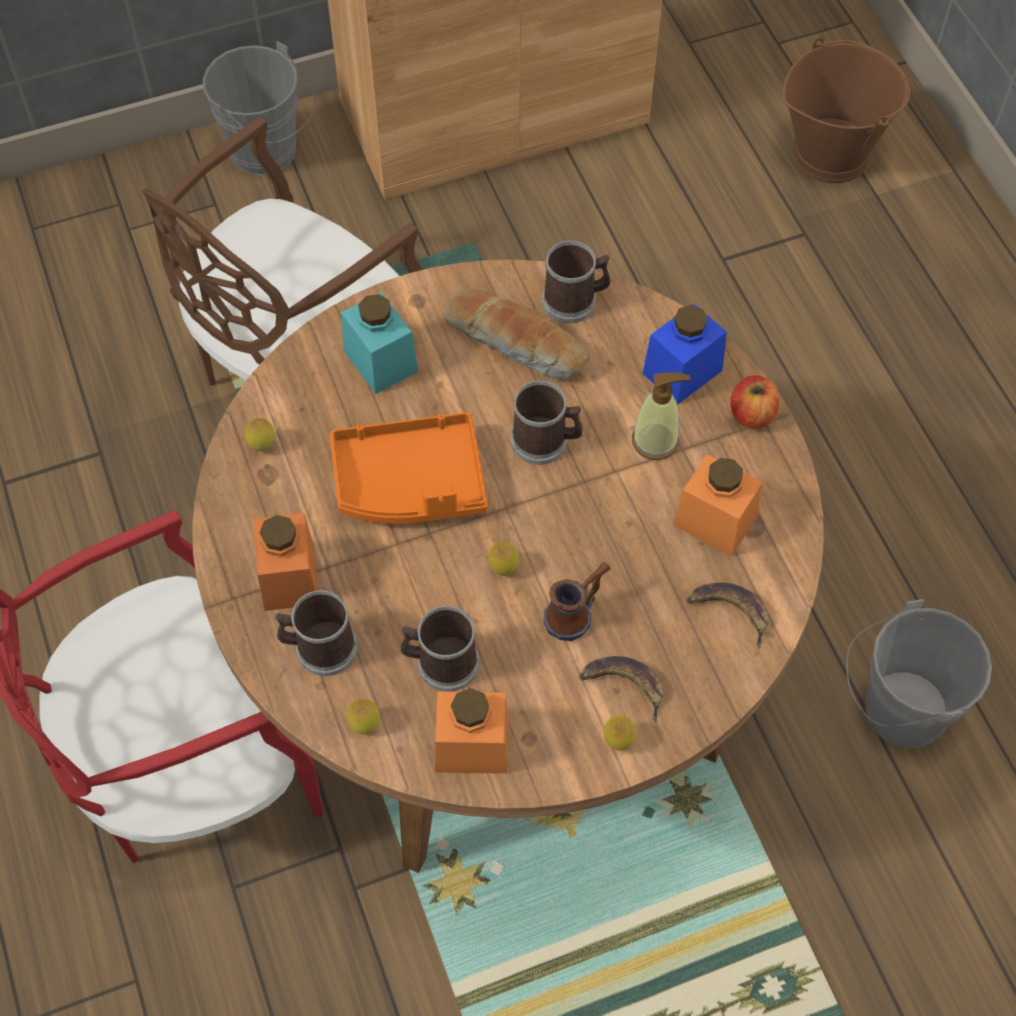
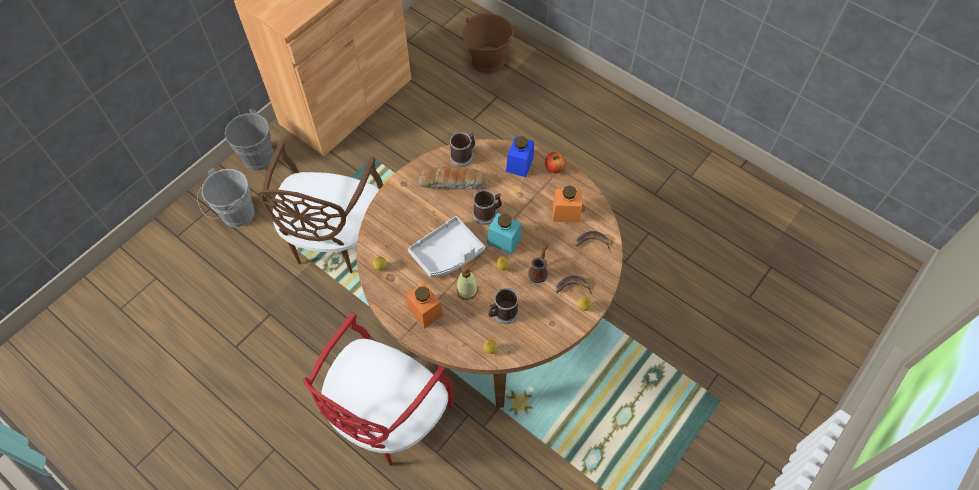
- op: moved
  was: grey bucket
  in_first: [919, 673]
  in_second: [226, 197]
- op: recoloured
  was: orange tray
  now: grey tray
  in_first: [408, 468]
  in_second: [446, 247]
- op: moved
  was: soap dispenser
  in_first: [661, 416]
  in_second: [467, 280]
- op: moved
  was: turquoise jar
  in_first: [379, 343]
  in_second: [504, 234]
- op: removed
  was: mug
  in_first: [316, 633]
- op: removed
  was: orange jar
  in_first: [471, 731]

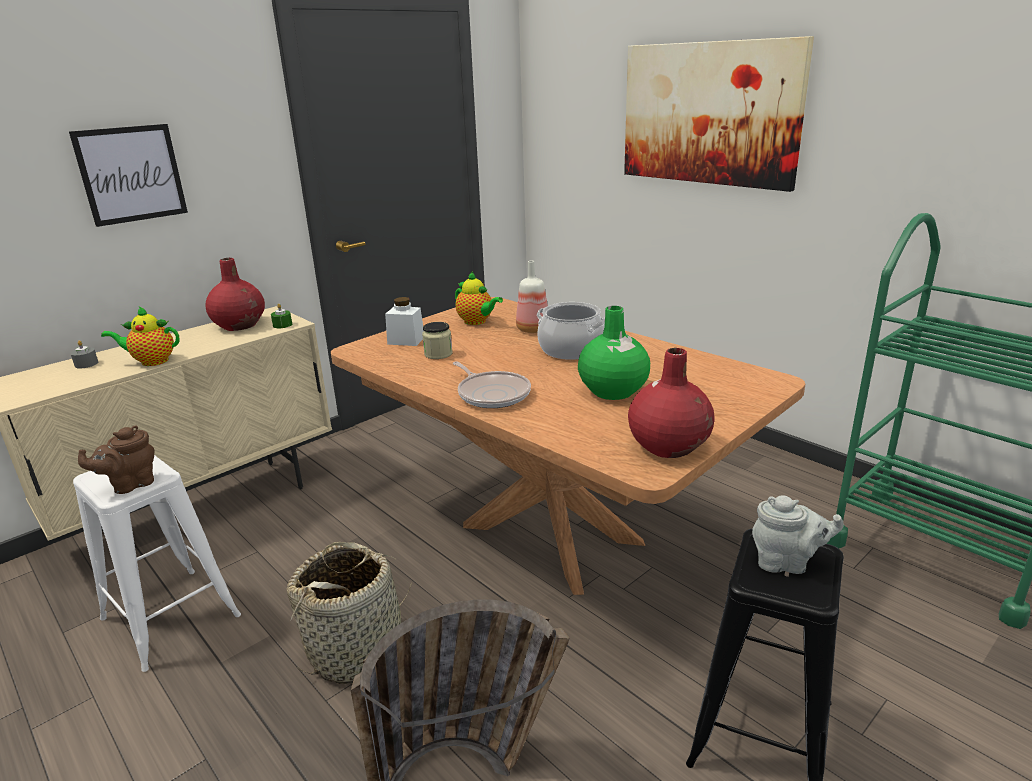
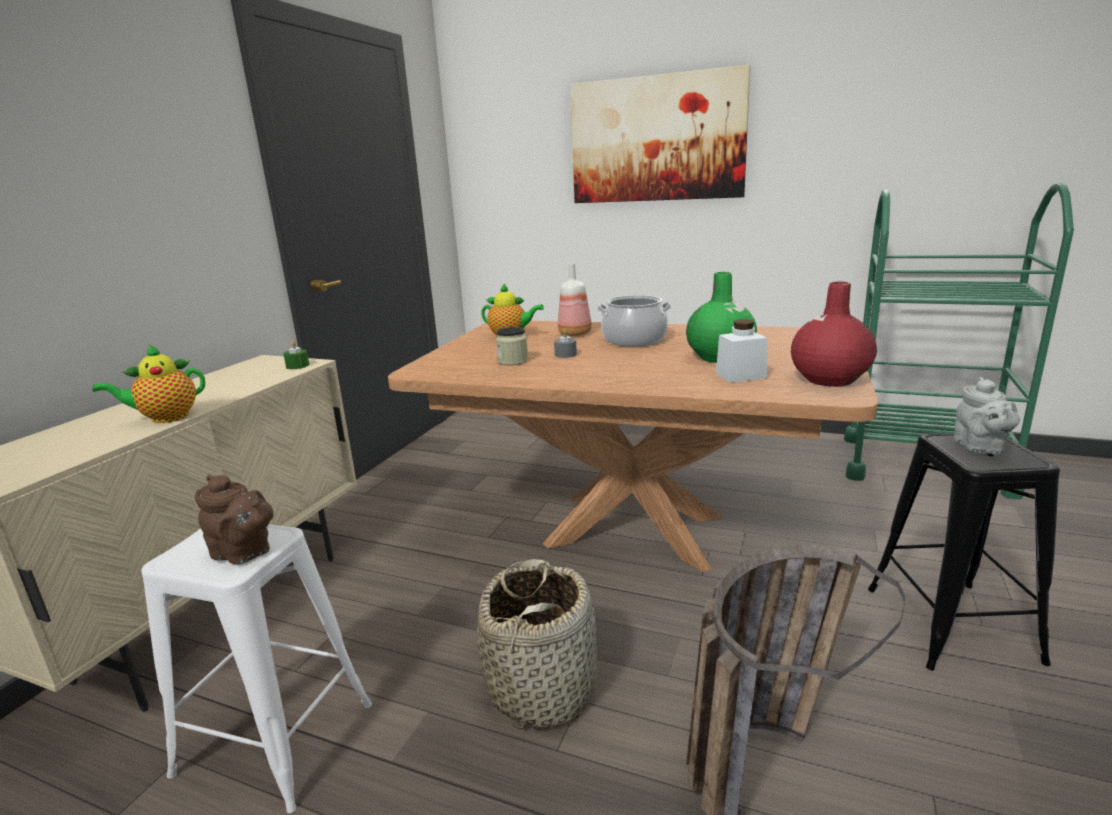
- op: turned
  was: brown teapot
  in_first: [116, 459]
  in_second: [234, 519]
  clockwise: -90
- op: moved
  was: grey candle
  in_first: [84, 354]
  in_second: [565, 343]
- op: moved
  was: white jar
  in_first: [404, 321]
  in_second: [741, 351]
- op: turned
  was: grey teapot
  in_first: [798, 534]
  in_second: [986, 416]
  clockwise: 105
- op: removed
  was: picture
  in_first: [128, 175]
- op: removed
  was: red vase
  in_first: [235, 294]
- op: removed
  was: frying pan
  in_first: [492, 384]

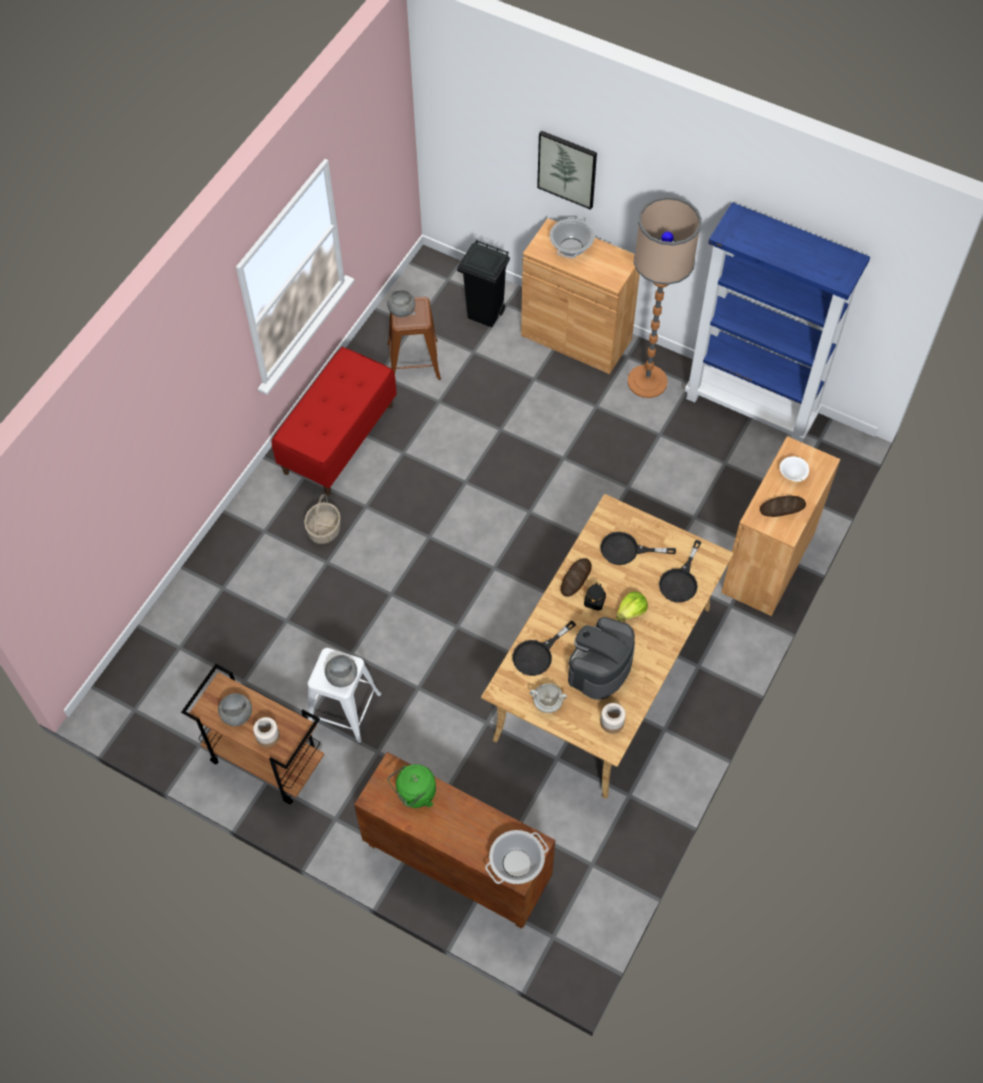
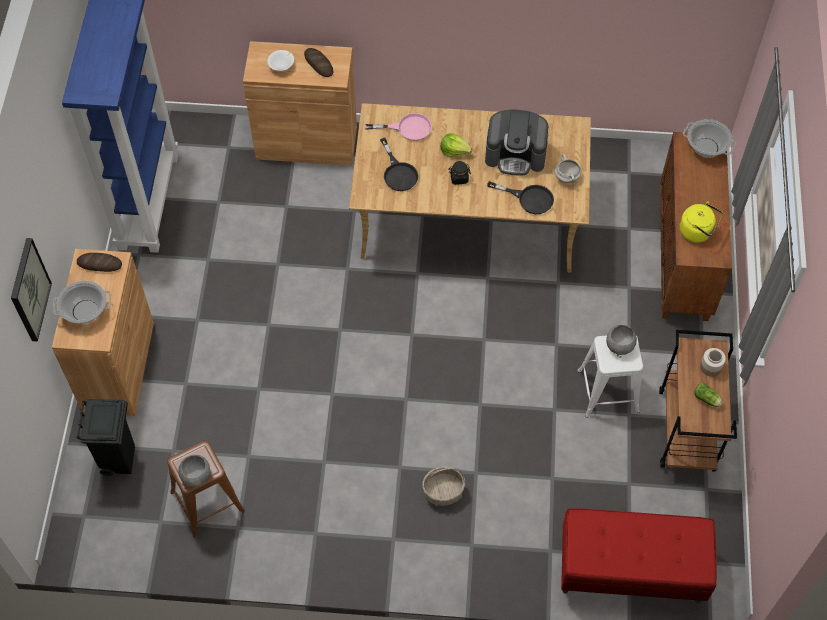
- op: moved
  was: bread
  in_first: [576, 577]
  in_second: [99, 262]
- op: recoloured
  was: black frying pan
  now: pink frying pan
  in_first: [680, 571]
  in_second: [398, 127]
- op: moved
  was: red bench
  in_first: [334, 421]
  in_second: [639, 556]
- op: recoloured
  was: green kettle
  now: yellow kettle
  in_first: [411, 786]
  in_second: [701, 222]
- op: replaced
  was: grey bowl
  now: lettuce
  in_first: [235, 709]
  in_second: [708, 395]
- op: removed
  was: jar
  in_first: [613, 718]
- op: removed
  was: floor lamp
  in_first: [664, 297]

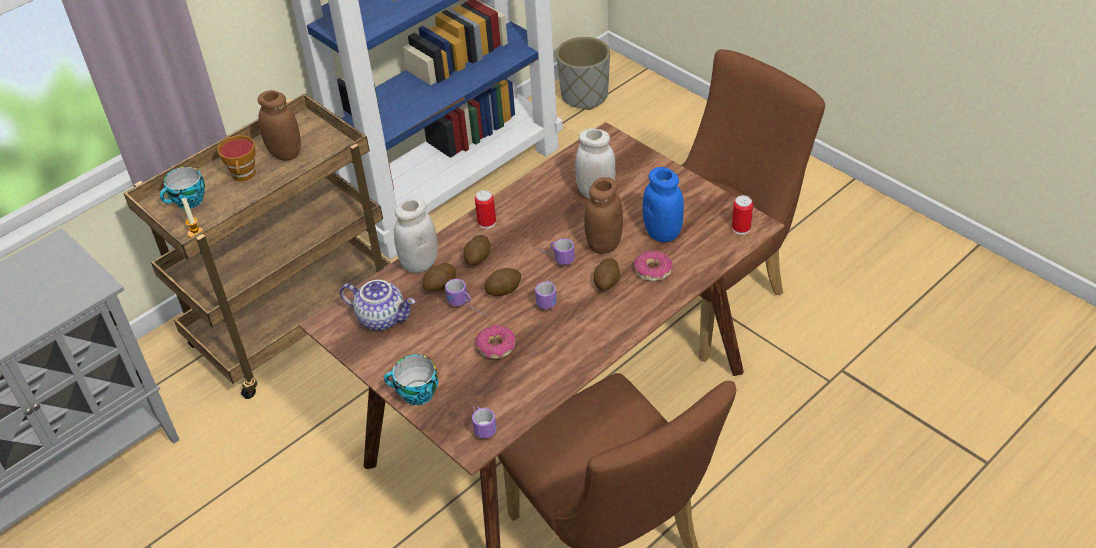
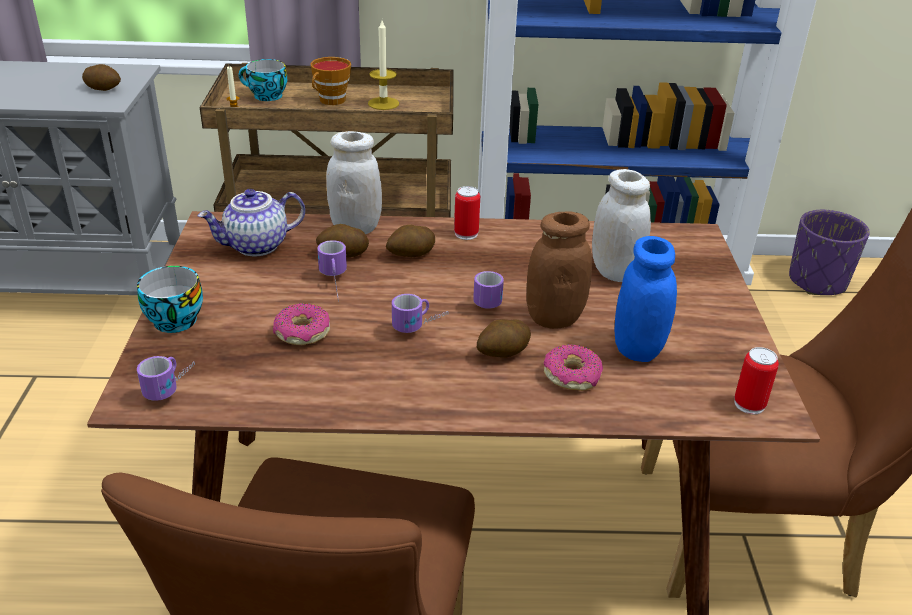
- op: moved
  was: potato
  in_first: [503, 282]
  in_second: [101, 77]
- op: turned
  was: teapot
  in_first: [377, 305]
  in_second: [251, 222]
  clockwise: 90
- op: replaced
  was: brown jar
  now: candle
  in_first: [279, 125]
  in_second: [383, 65]
- op: recoloured
  was: grey planter
  now: purple planter
  in_first: [583, 73]
  in_second: [829, 252]

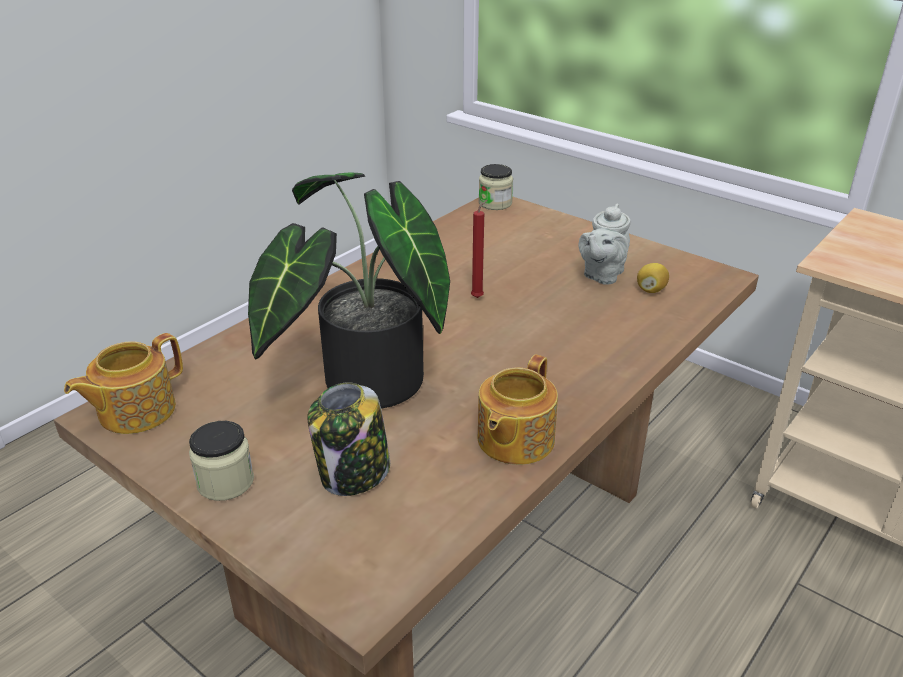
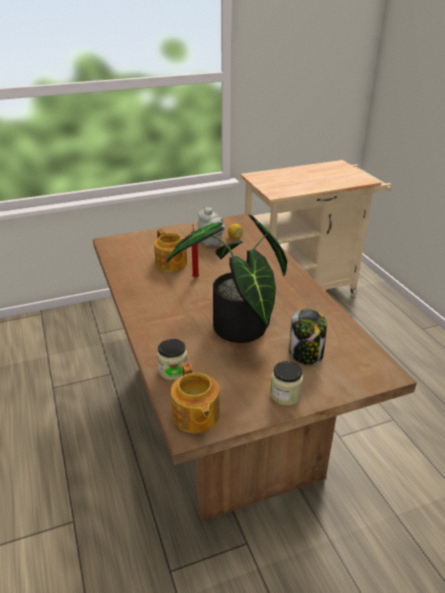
- op: moved
  was: teapot
  in_first: [517, 410]
  in_second: [170, 250]
- op: moved
  was: jar
  in_first: [495, 187]
  in_second: [172, 359]

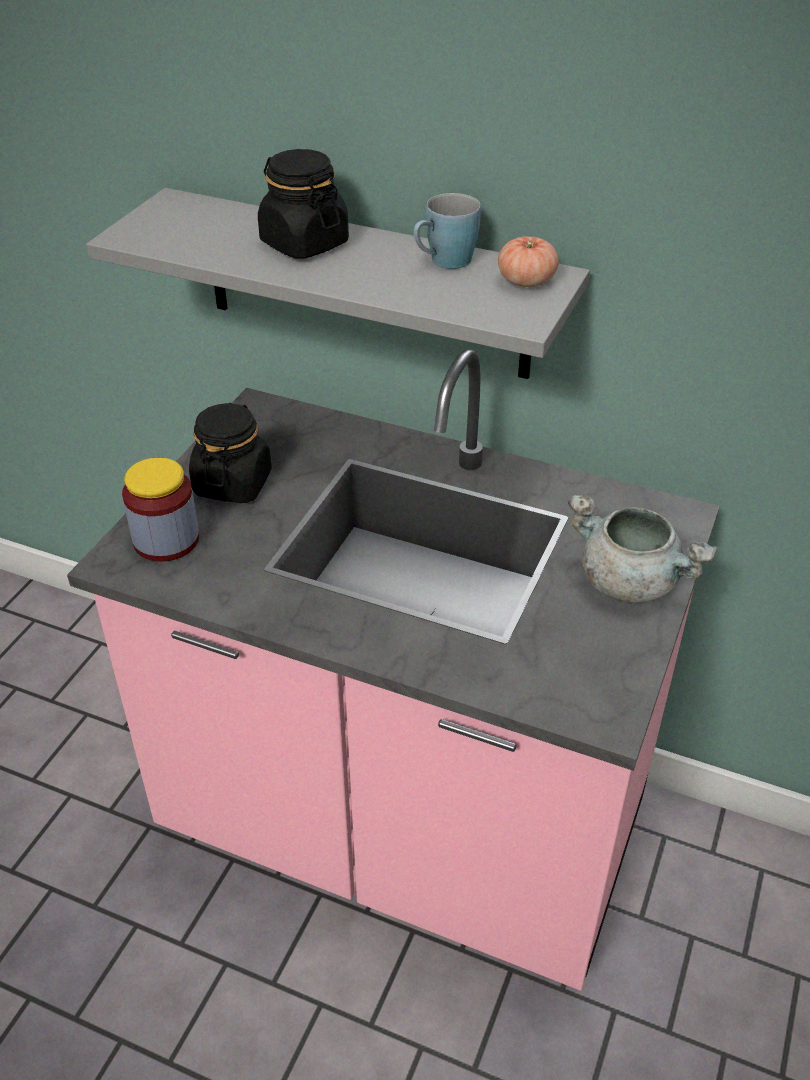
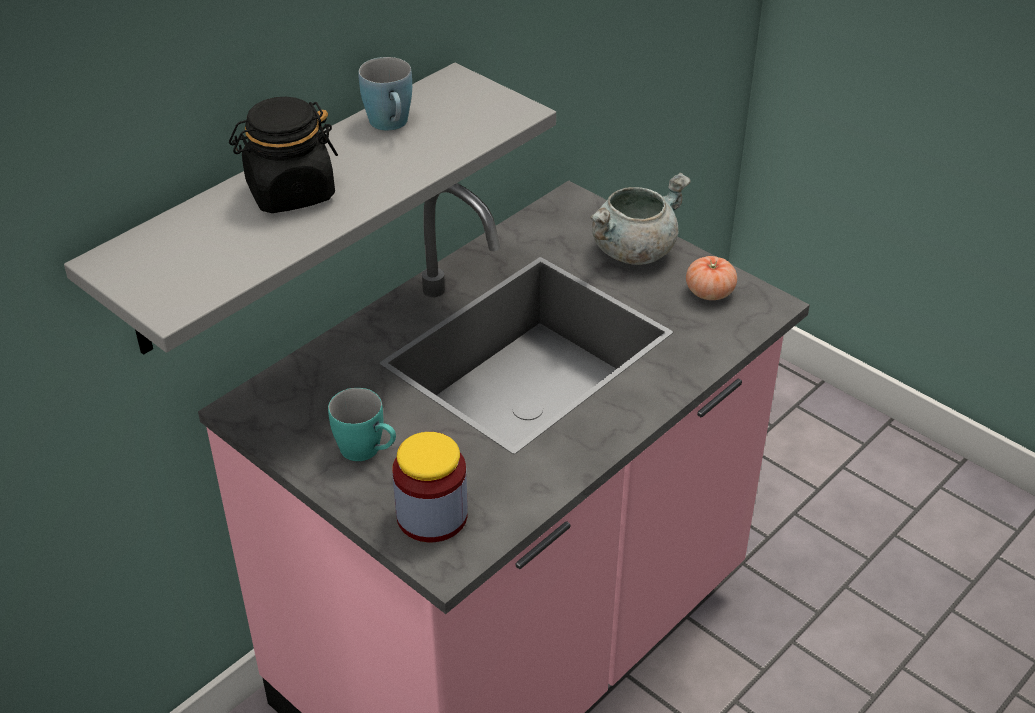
- op: replaced
  was: black jar
  now: turquoise mug
  in_first: [230, 452]
  in_second: [362, 424]
- op: moved
  was: tomato
  in_first: [528, 261]
  in_second: [711, 278]

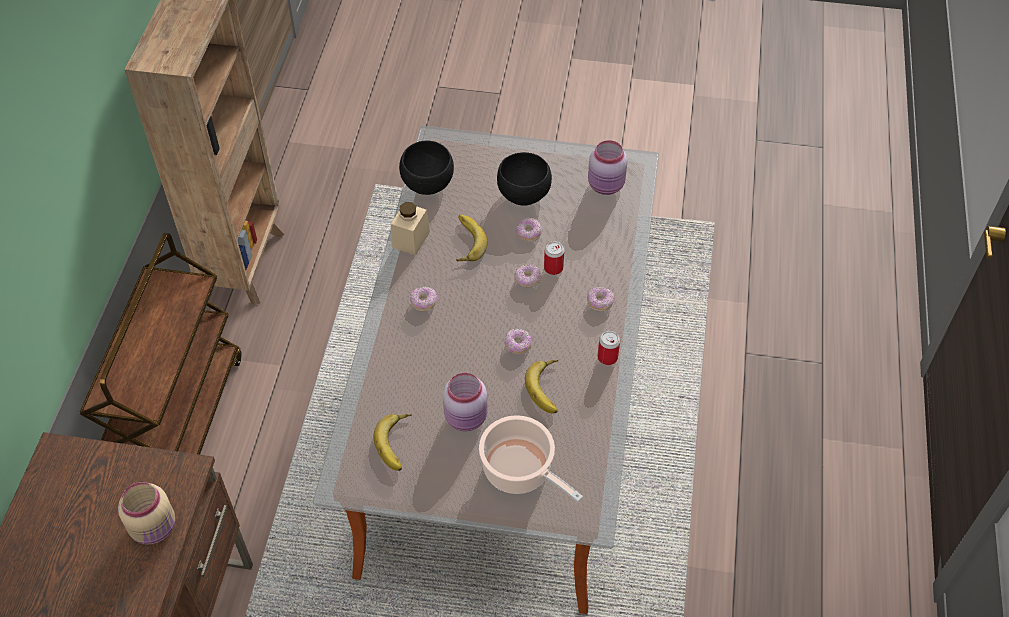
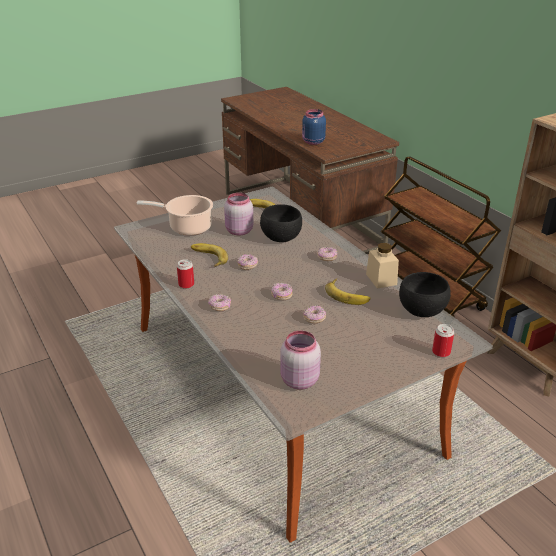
- op: moved
  was: black bowl
  in_first: [524, 179]
  in_second: [281, 223]
- op: recoloured
  was: beige jar
  now: blue jar
  in_first: [146, 513]
  in_second: [314, 127]
- op: moved
  was: can
  in_first: [554, 258]
  in_second: [443, 340]

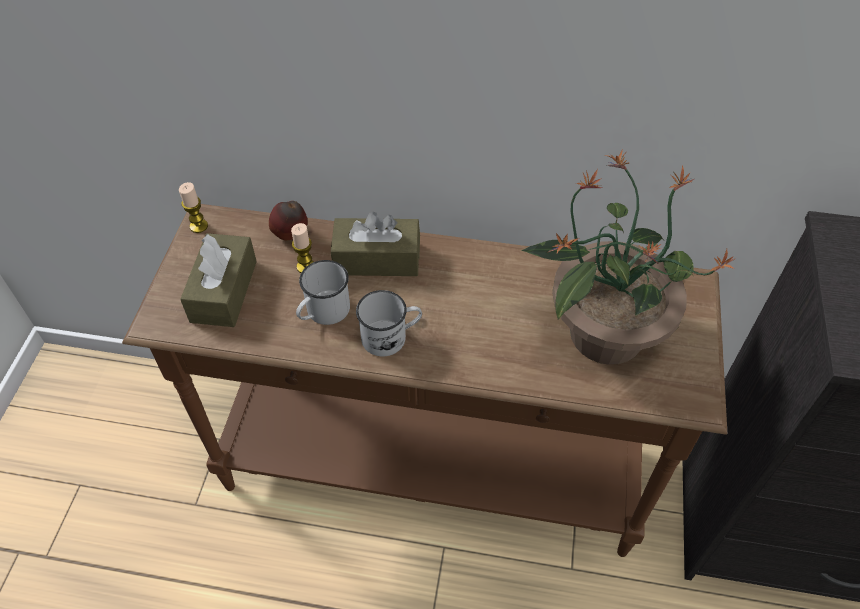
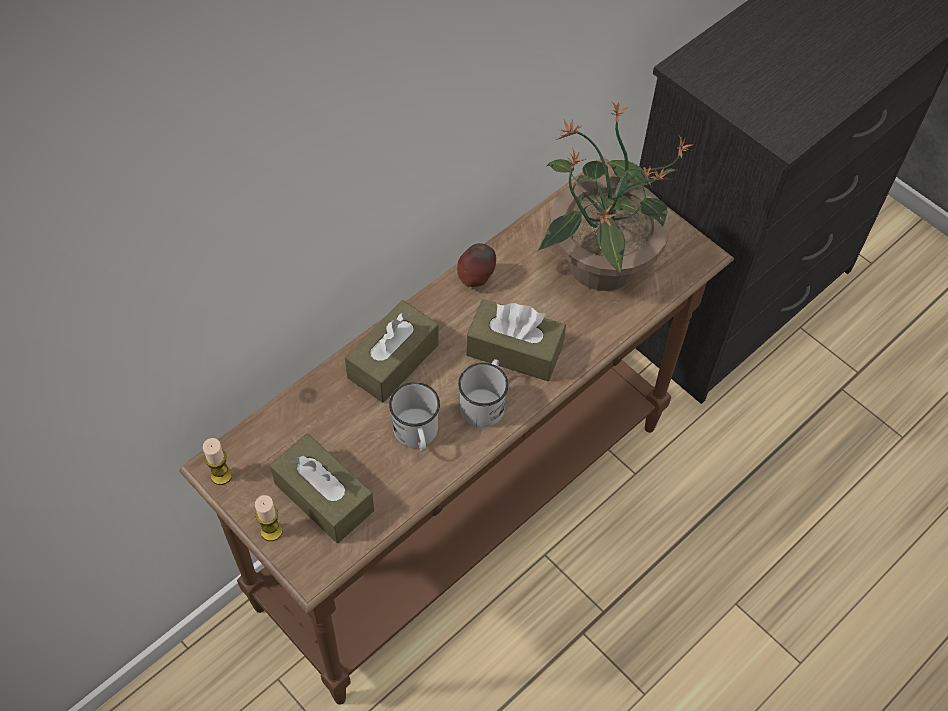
- op: moved
  was: candle
  in_first: [302, 248]
  in_second: [269, 518]
- op: moved
  was: apple
  in_first: [288, 220]
  in_second: [476, 265]
- op: added
  now: brown tissue box
  in_second: [516, 340]

